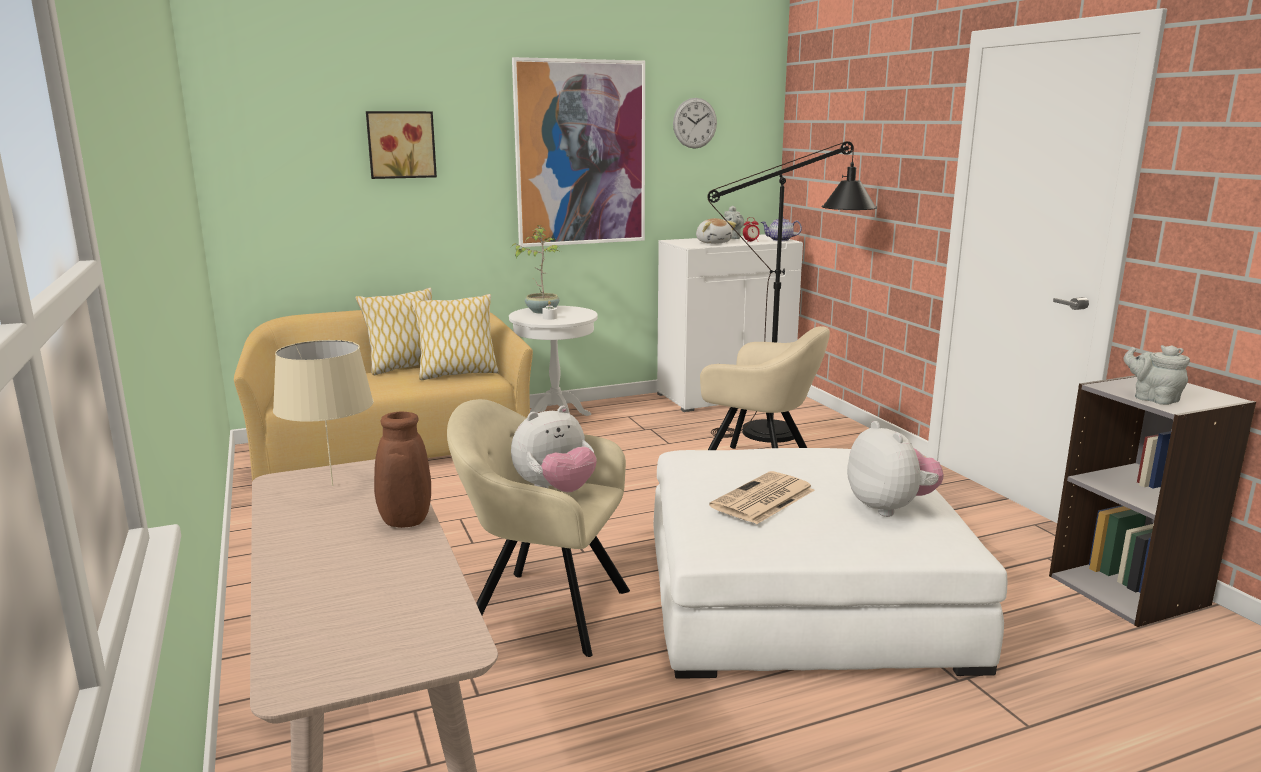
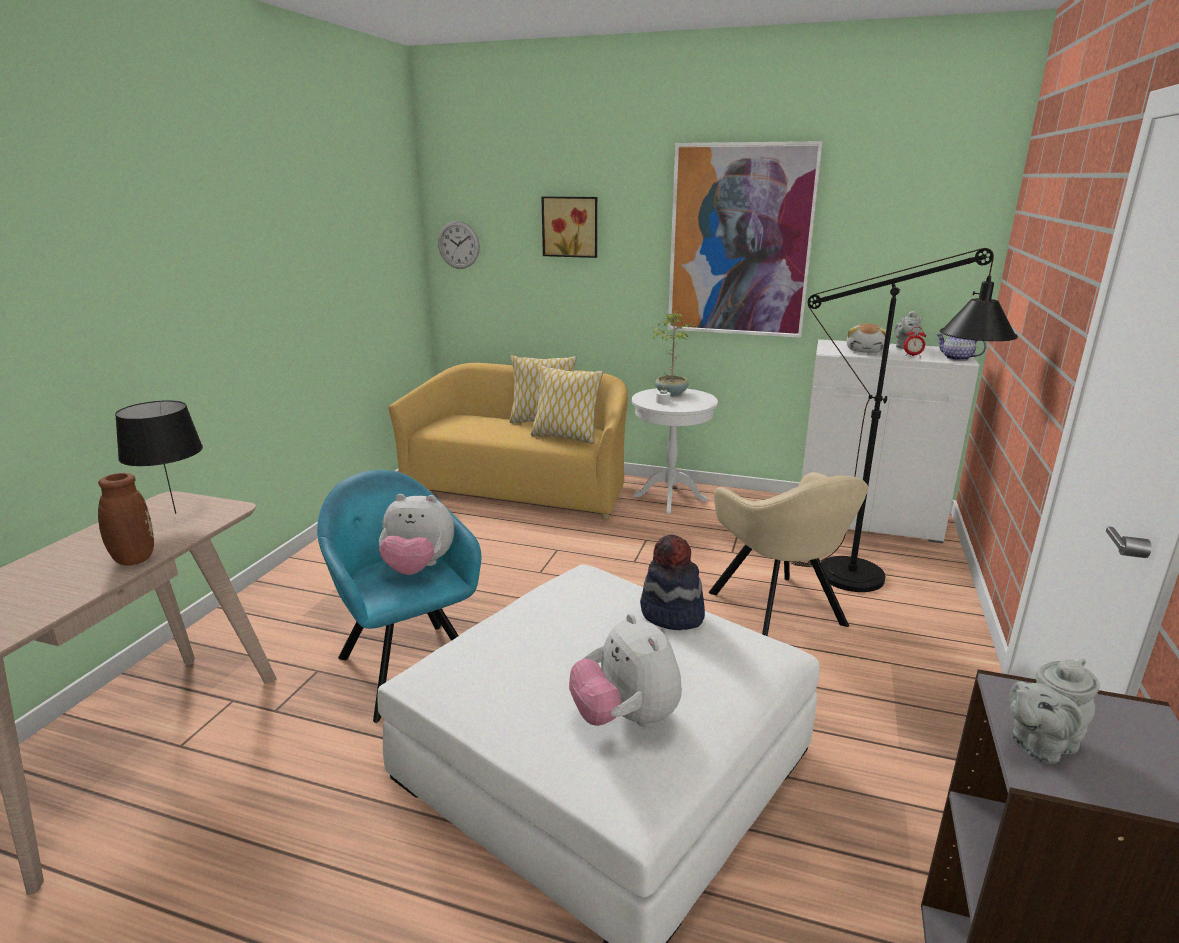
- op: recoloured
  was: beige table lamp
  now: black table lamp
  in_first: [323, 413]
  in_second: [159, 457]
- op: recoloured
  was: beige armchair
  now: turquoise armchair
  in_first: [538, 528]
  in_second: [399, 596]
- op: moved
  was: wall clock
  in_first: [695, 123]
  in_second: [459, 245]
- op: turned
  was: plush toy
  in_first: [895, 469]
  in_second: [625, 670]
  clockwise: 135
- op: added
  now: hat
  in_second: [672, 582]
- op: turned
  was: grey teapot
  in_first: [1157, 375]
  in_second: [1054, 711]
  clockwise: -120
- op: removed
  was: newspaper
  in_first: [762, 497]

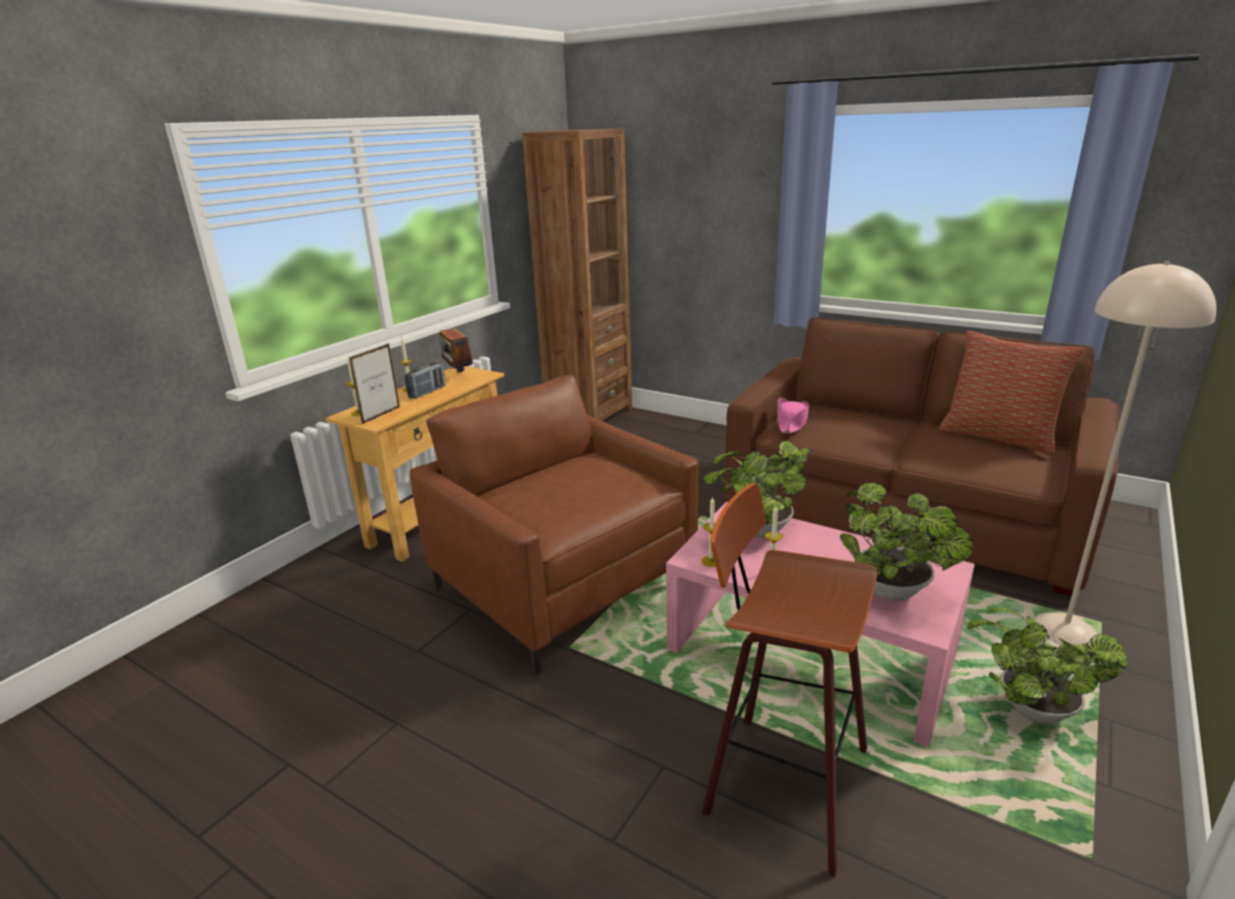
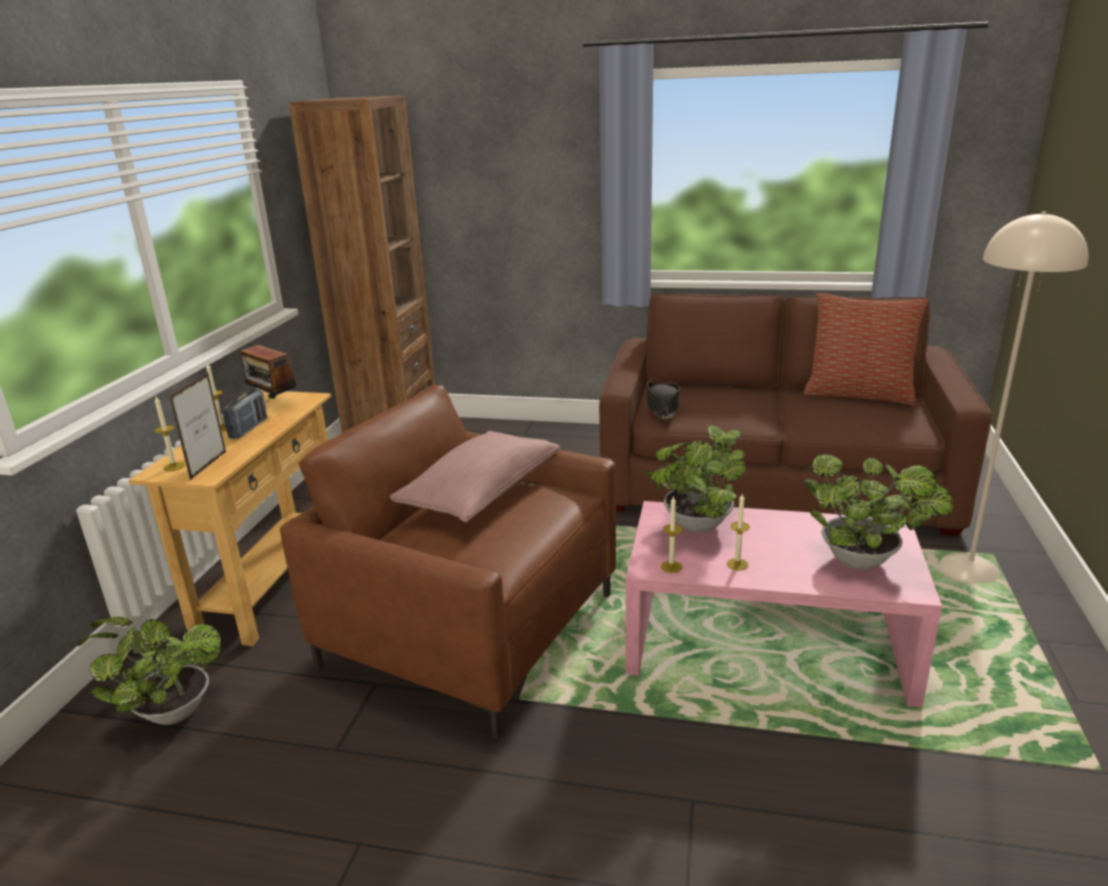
- op: moved
  was: potted plant
  in_first: [1047, 665]
  in_second: [149, 671]
- op: added
  now: pink pillow
  in_second: [474, 477]
- op: recoloured
  was: pink hat
  now: black hat
  in_first: [793, 416]
  in_second: [663, 400]
- op: removed
  was: stool
  in_first: [789, 680]

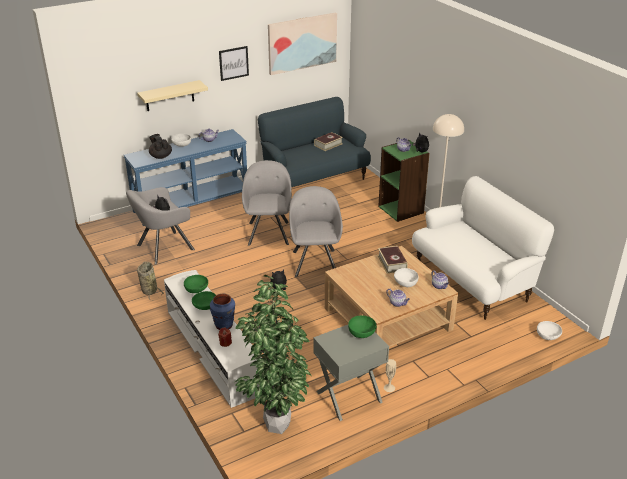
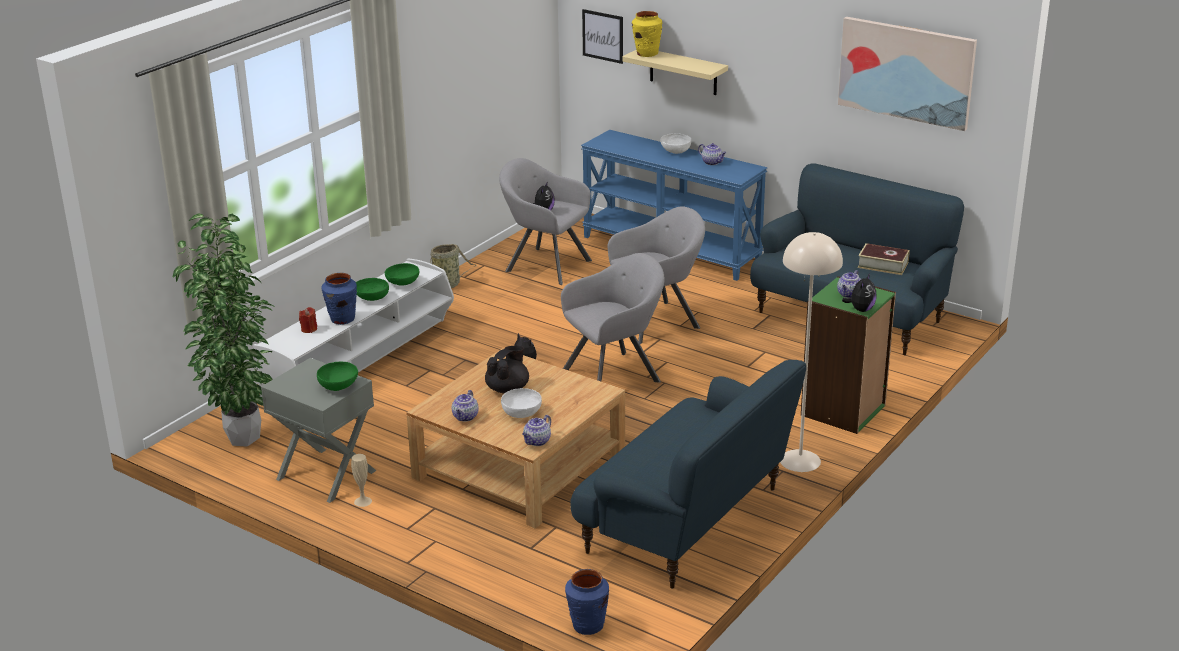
- op: moved
  was: black teapot
  in_first: [160, 146]
  in_second: [507, 370]
- op: replaced
  was: white bowl
  now: blue vase
  in_first: [549, 330]
  in_second: [587, 602]
- op: recoloured
  was: white sofa
  now: blue sofa
  in_first: [483, 248]
  in_second: [688, 474]
- op: moved
  was: picture
  in_first: [234, 63]
  in_second: [602, 36]
- op: added
  now: yellow vase
  in_second: [647, 34]
- op: removed
  was: book
  in_first: [393, 259]

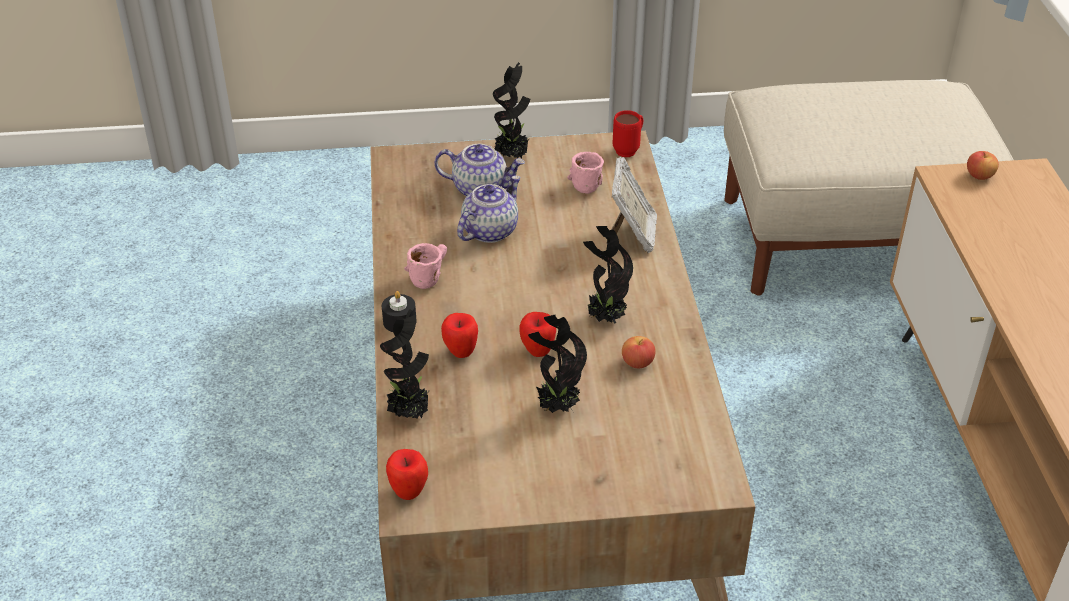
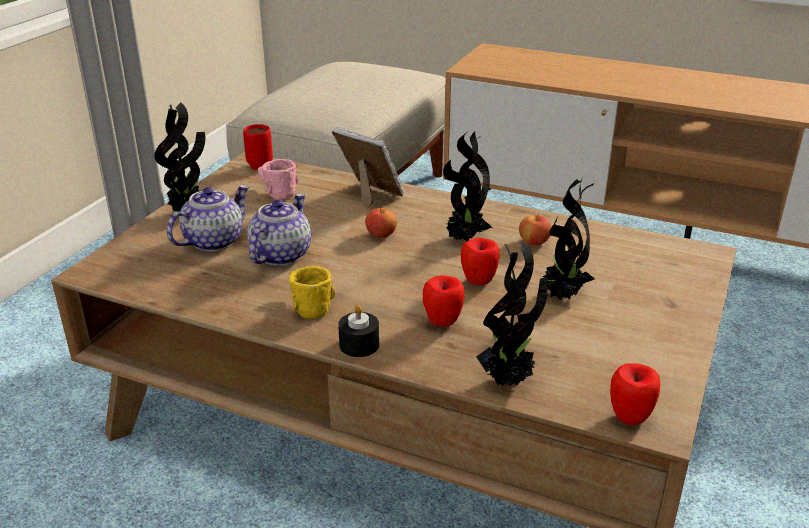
- op: turned
  was: teapot
  in_first: [488, 209]
  in_second: [279, 230]
  clockwise: 45
- op: recoloured
  was: pink mug
  now: yellow mug
  in_first: [425, 266]
  in_second: [312, 292]
- op: moved
  was: apple
  in_first: [983, 165]
  in_second: [381, 223]

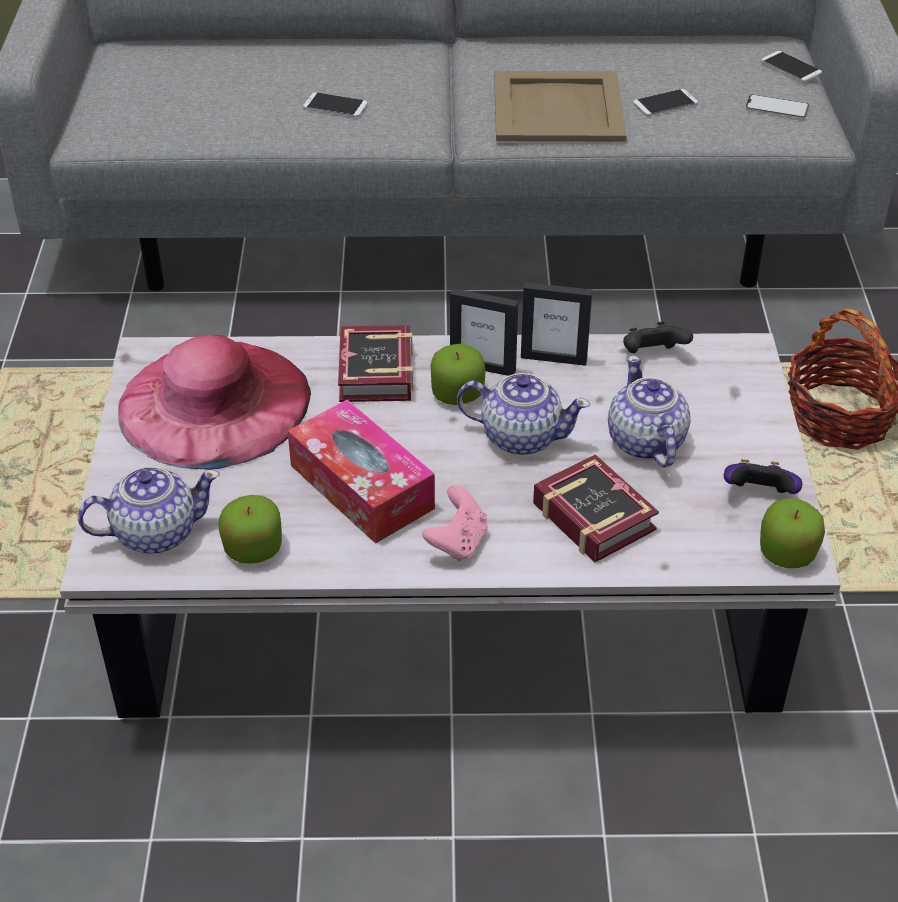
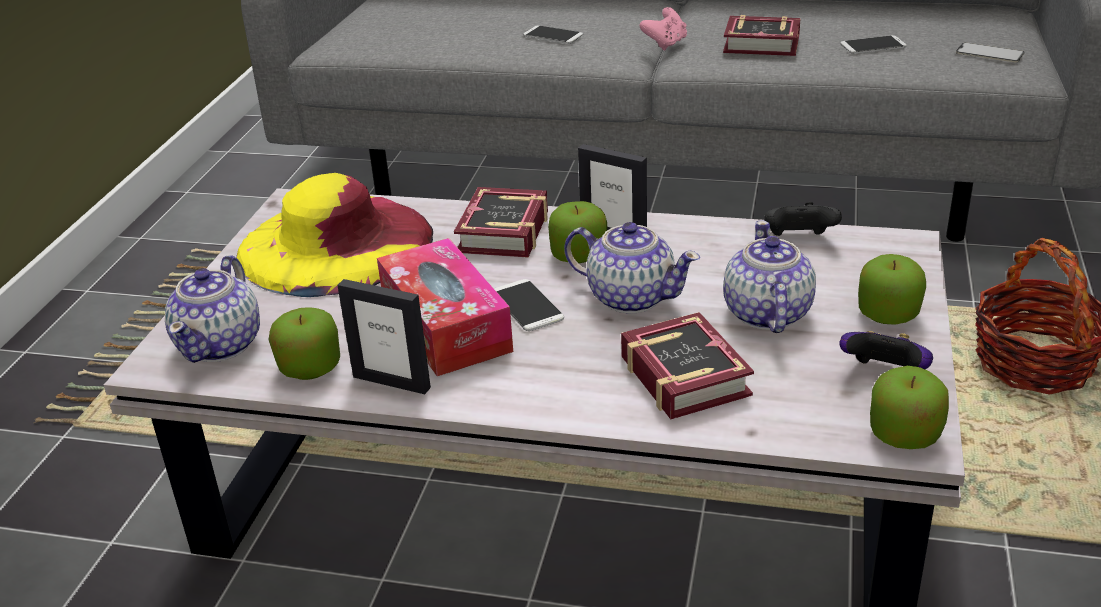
- op: turned
  was: teapot
  in_first: [148, 510]
  in_second: [212, 309]
  clockwise: 105
- op: recoloured
  was: pink hat
  now: yellow hat
  in_first: [214, 402]
  in_second: [334, 235]
- op: moved
  was: picture frame
  in_first: [556, 324]
  in_second: [384, 336]
- op: moved
  was: phone
  in_first: [791, 66]
  in_second: [529, 305]
- op: moved
  was: pink game controller
  in_first: [455, 523]
  in_second: [663, 28]
- op: replaced
  was: beige tray
  now: book
  in_first: [560, 106]
  in_second: [762, 35]
- op: added
  now: apple
  in_second: [892, 289]

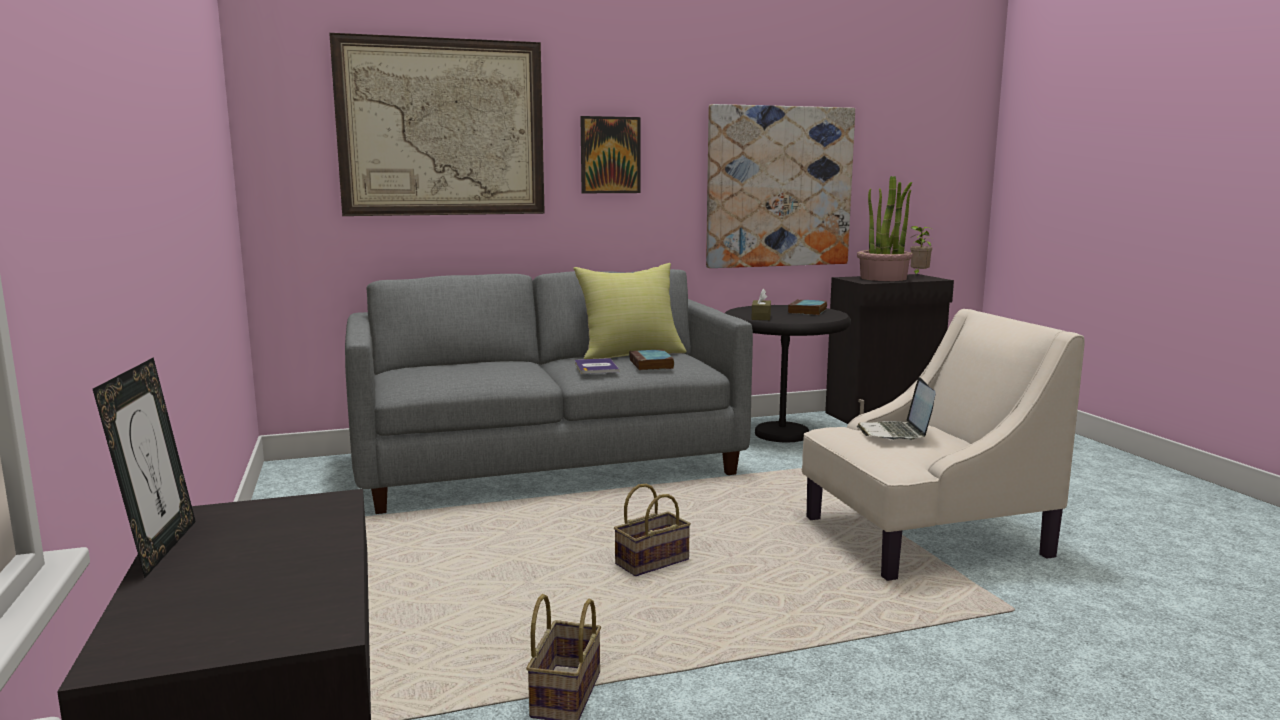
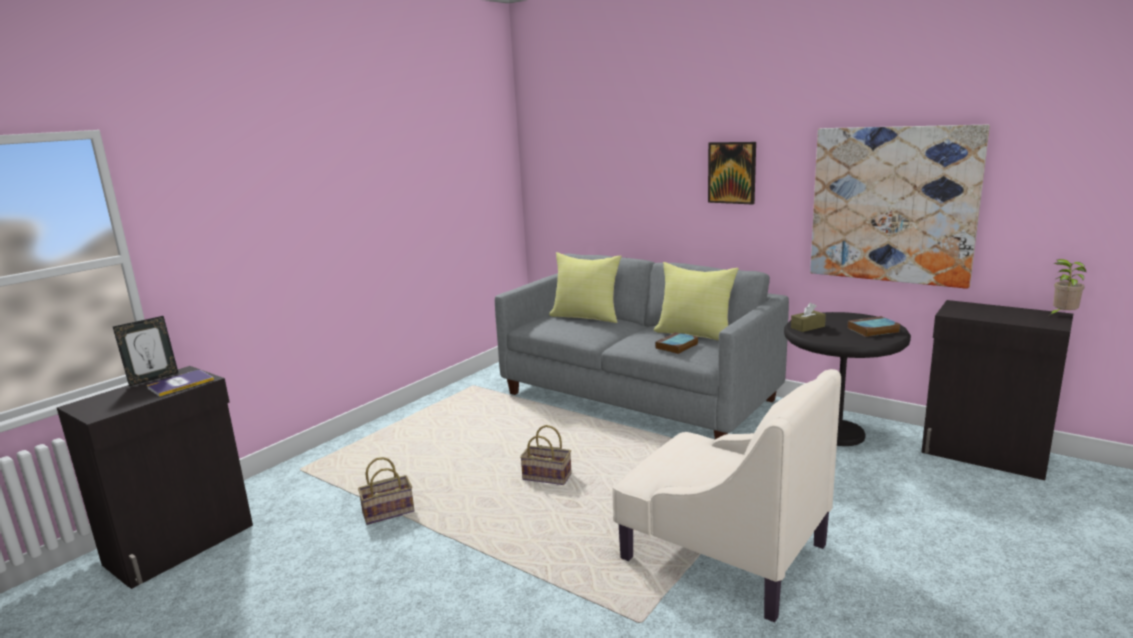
- op: moved
  was: book
  in_first: [597, 366]
  in_second: [180, 383]
- op: added
  now: yellow pillow
  in_second: [585, 287]
- op: removed
  was: picture
  in_first: [437, 124]
- op: removed
  was: potted plant
  in_first: [885, 228]
- op: removed
  was: laptop
  in_first: [896, 408]

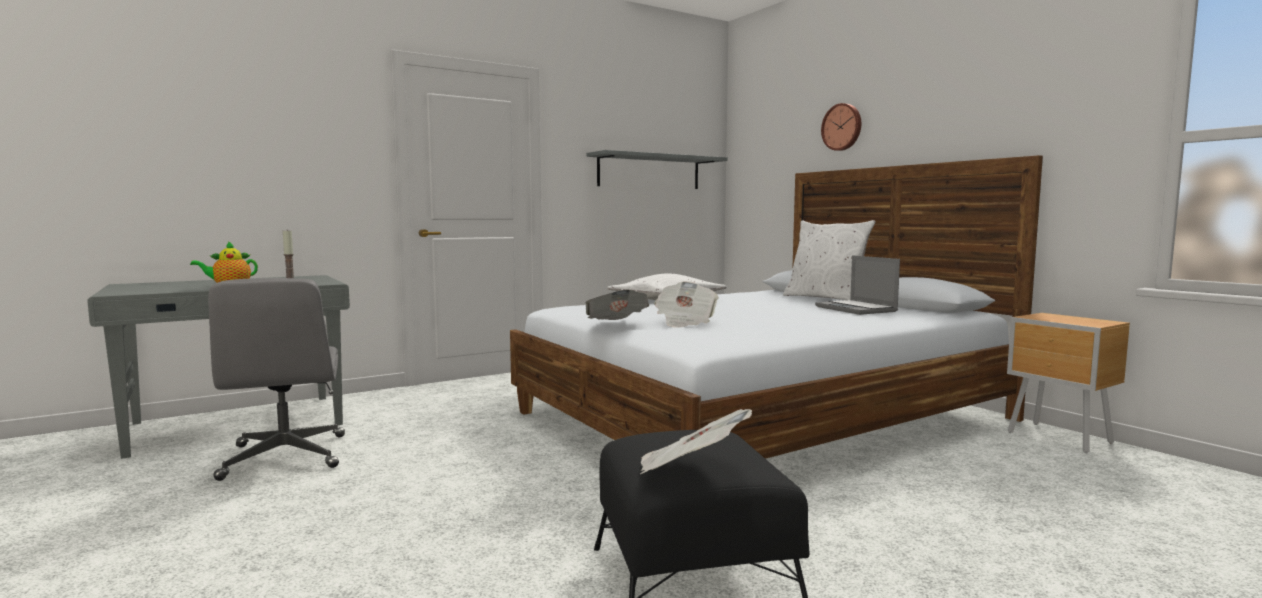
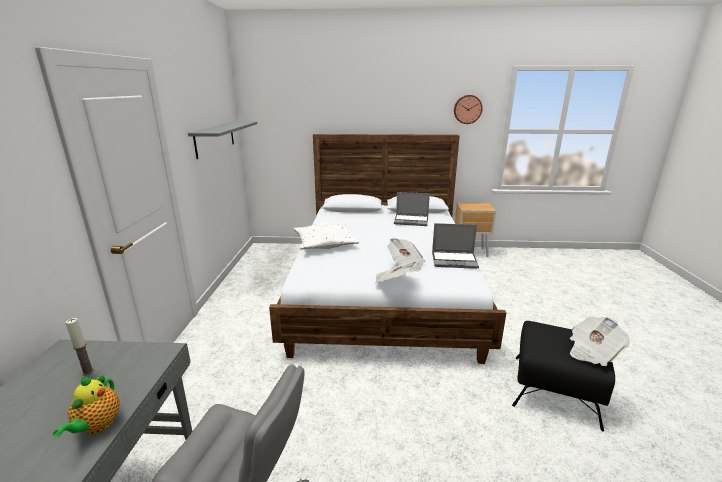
- op: added
  now: laptop
  in_second: [455, 246]
- op: moved
  was: wall clock
  in_first: [841, 127]
  in_second: [468, 109]
- op: removed
  was: white pillow
  in_first: [829, 260]

